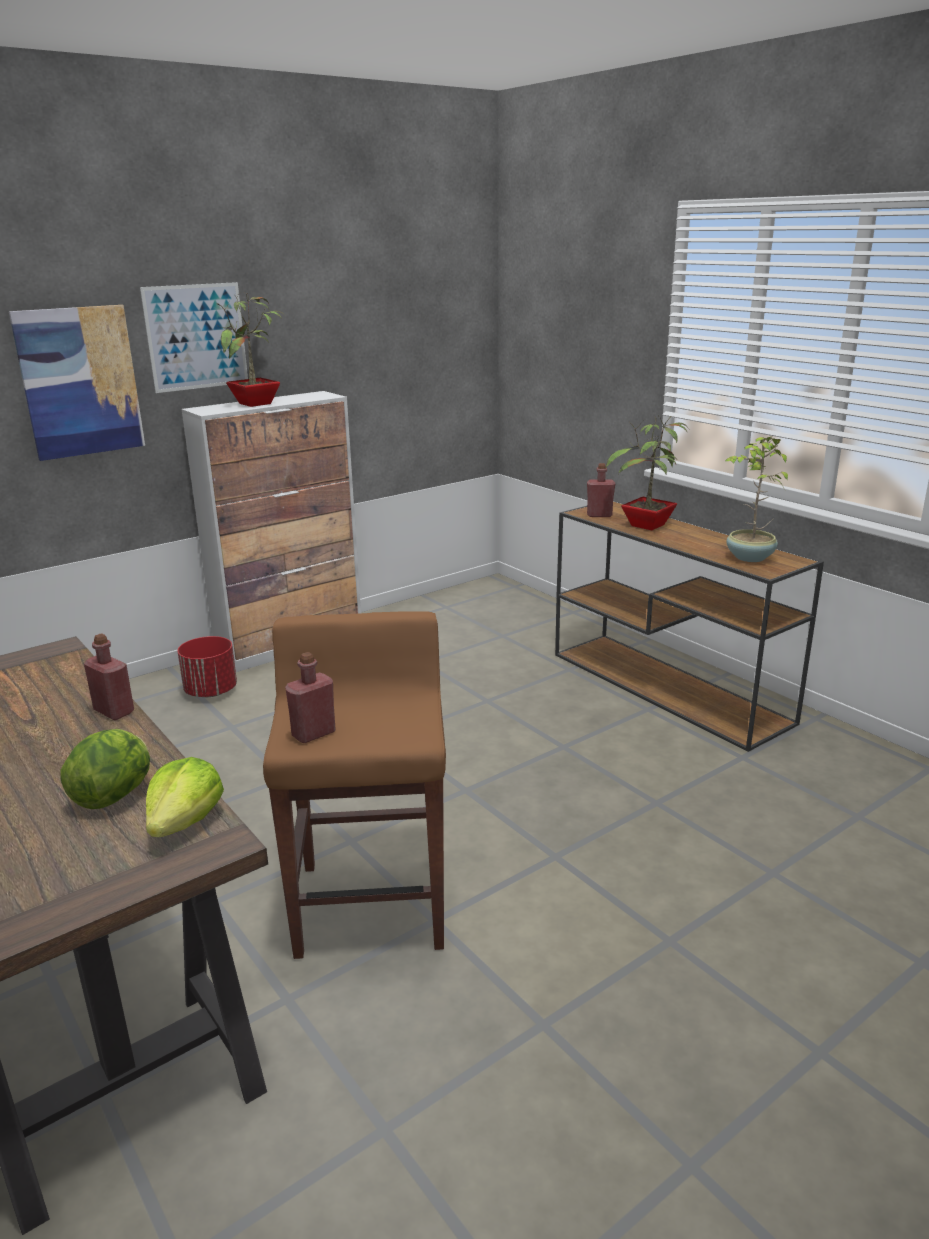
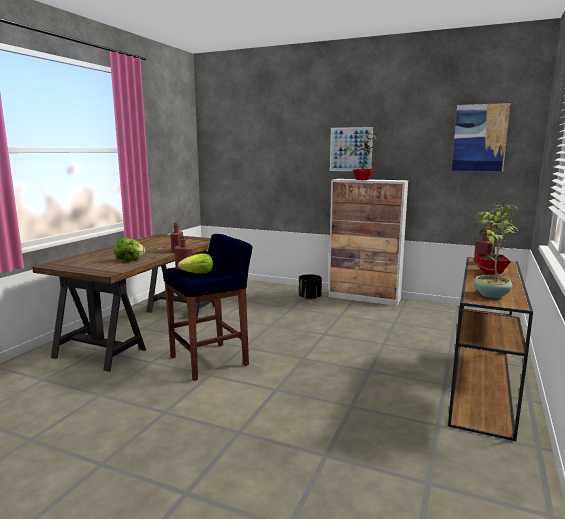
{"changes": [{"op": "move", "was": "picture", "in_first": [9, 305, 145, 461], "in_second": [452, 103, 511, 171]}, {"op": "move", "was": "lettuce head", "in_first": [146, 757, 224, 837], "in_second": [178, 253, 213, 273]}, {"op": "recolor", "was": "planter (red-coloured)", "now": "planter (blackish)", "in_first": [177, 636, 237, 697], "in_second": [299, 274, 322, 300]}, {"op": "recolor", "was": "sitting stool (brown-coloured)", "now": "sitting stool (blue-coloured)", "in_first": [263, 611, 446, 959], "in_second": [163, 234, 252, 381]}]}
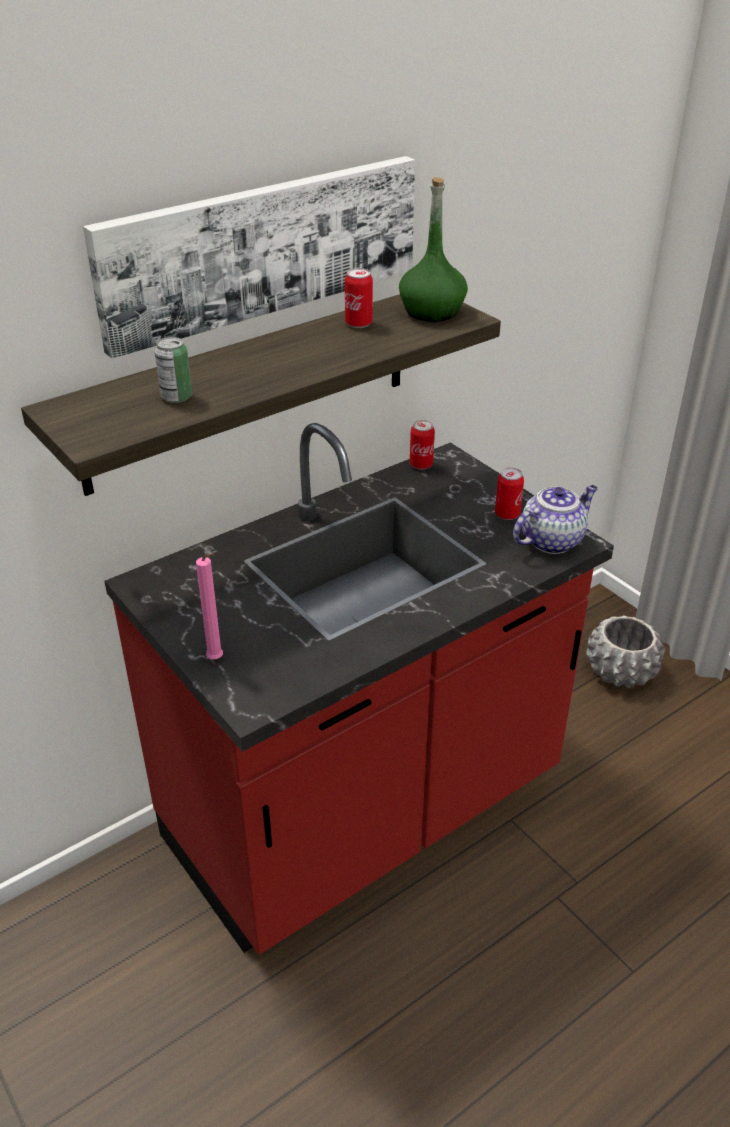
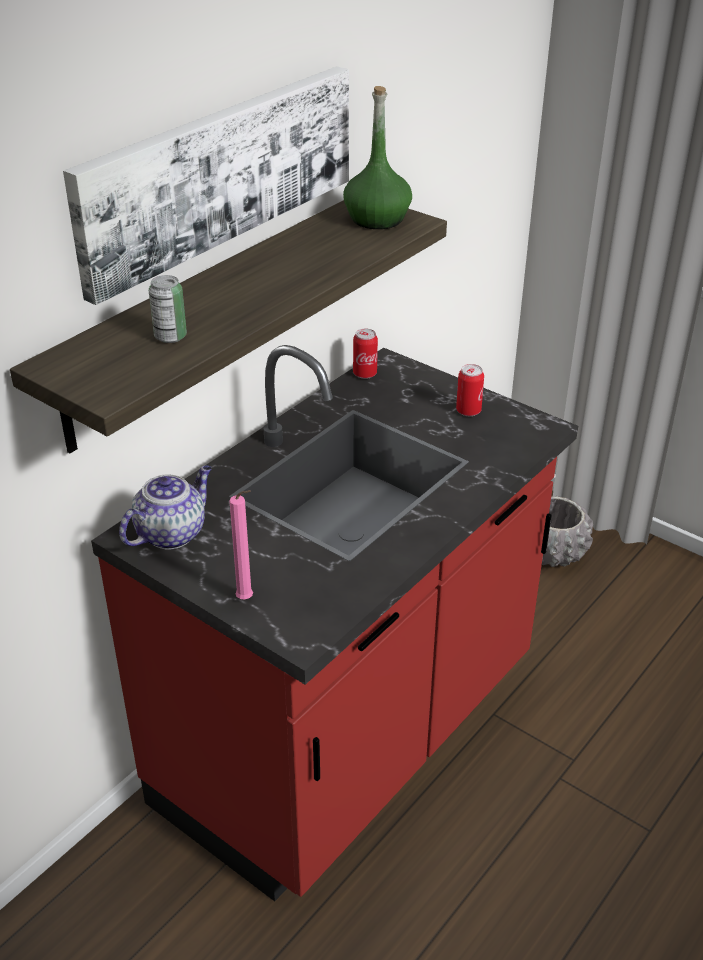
{"changes": [{"op": "delete", "was": "metal can", "in_first": [345, 268, 373, 328]}, {"op": "move", "was": "teapot", "in_first": [513, 485, 598, 554], "in_second": [119, 465, 212, 550]}]}
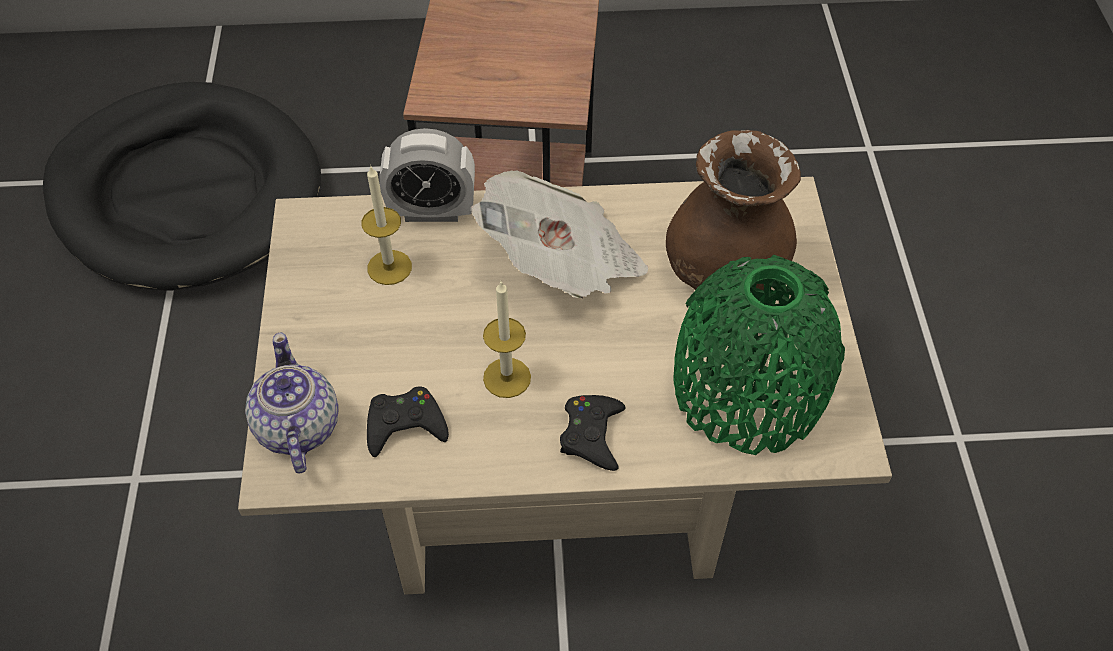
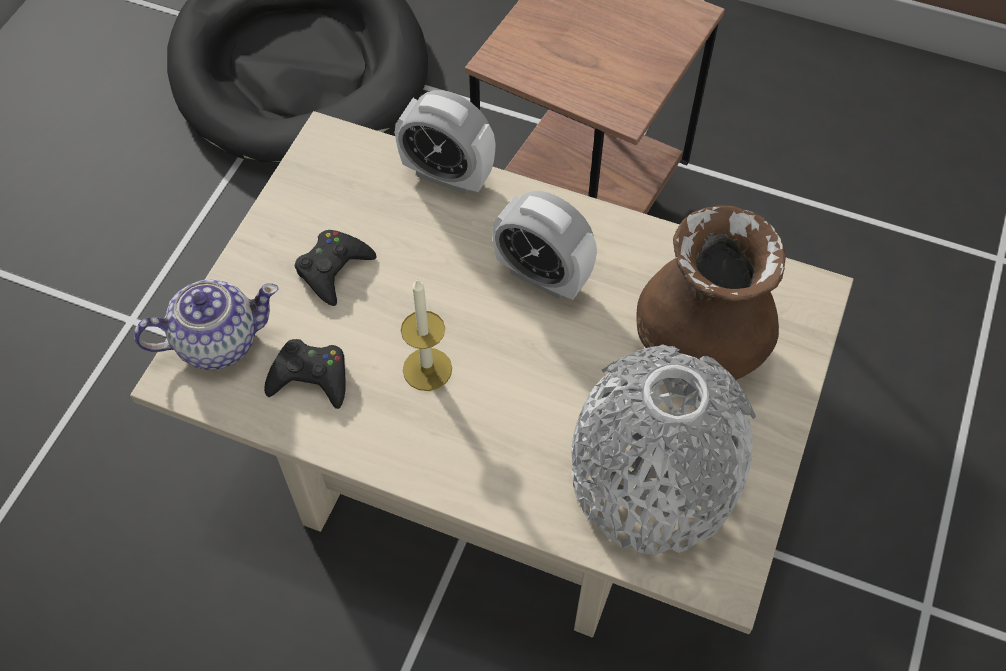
{"changes": [{"op": "delete", "was": "candle", "in_first": [362, 166, 412, 285]}, {"op": "move", "was": "gamepad (blackish)", "in_first": [560, 395, 626, 471], "in_second": [295, 230, 376, 306]}, {"op": "replace", "was": "printed paper", "now": "table clock", "in_first": [471, 170, 648, 299], "in_second": [492, 191, 597, 300]}, {"op": "recolor", "was": "flower vase (greenish)", "now": "flower vase (greyish)", "in_first": [673, 255, 845, 455], "in_second": [571, 344, 756, 555]}, {"op": "rotate", "was": "teapot", "in_first": [245, 332, 339, 474], "in_second": [134, 279, 279, 370], "clockwise": 60}]}
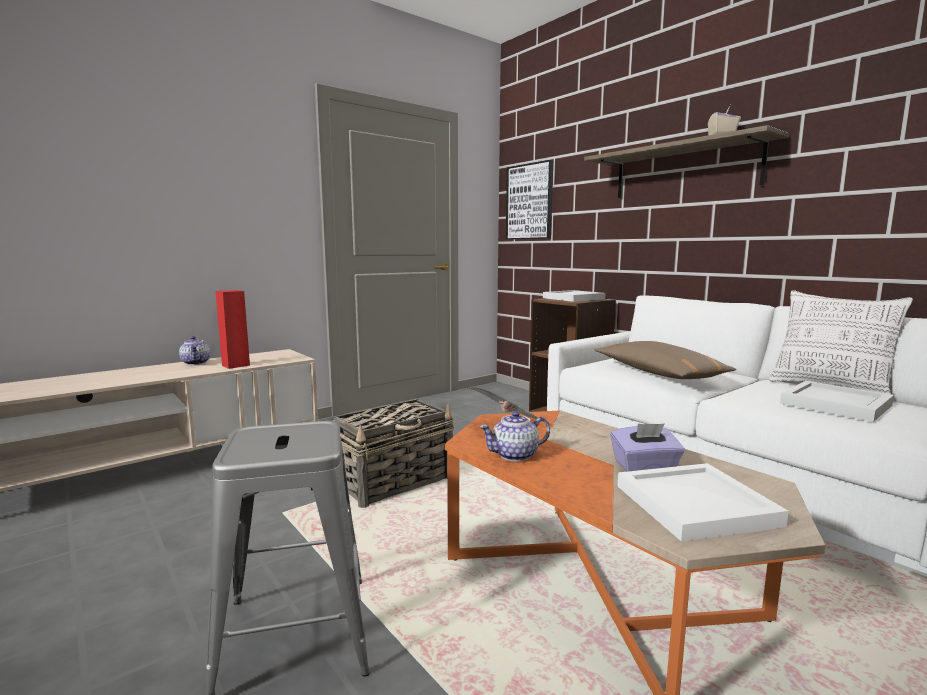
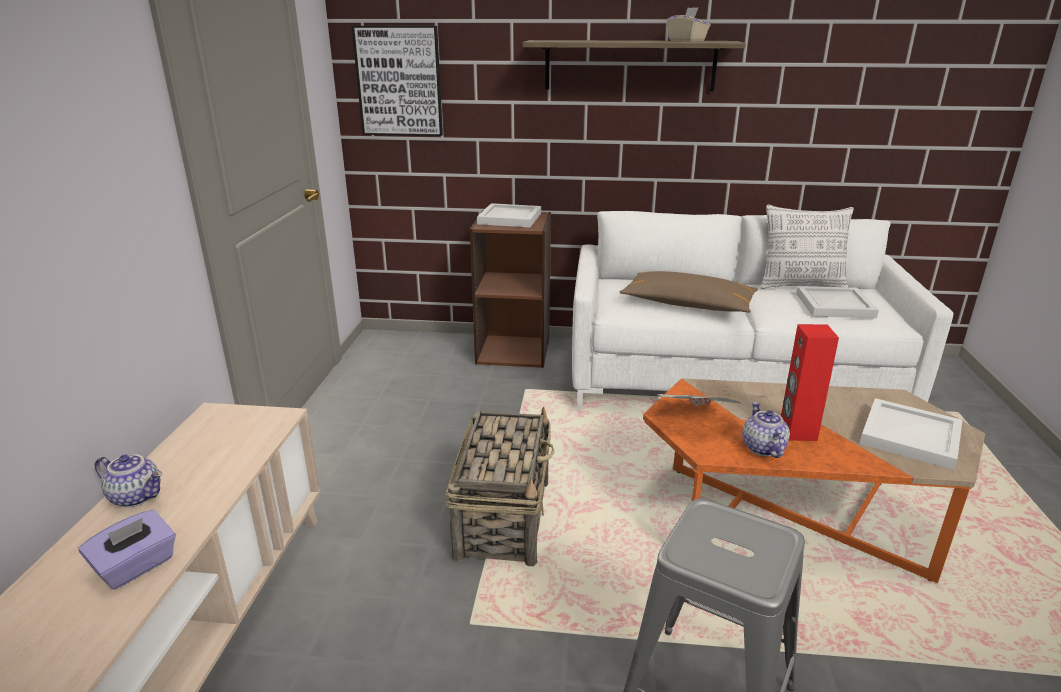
{"changes": [{"op": "move", "was": "audio speaker (red-coloured)", "in_first": [215, 290, 250, 369], "in_second": [781, 324, 839, 441]}, {"op": "move", "was": "box of tissues (purple)", "in_first": [611, 424, 685, 472], "in_second": [78, 510, 176, 590]}, {"op": "rotate", "was": "teapot", "in_first": [479, 411, 550, 462], "in_second": [742, 402, 790, 458], "clockwise": 150}]}
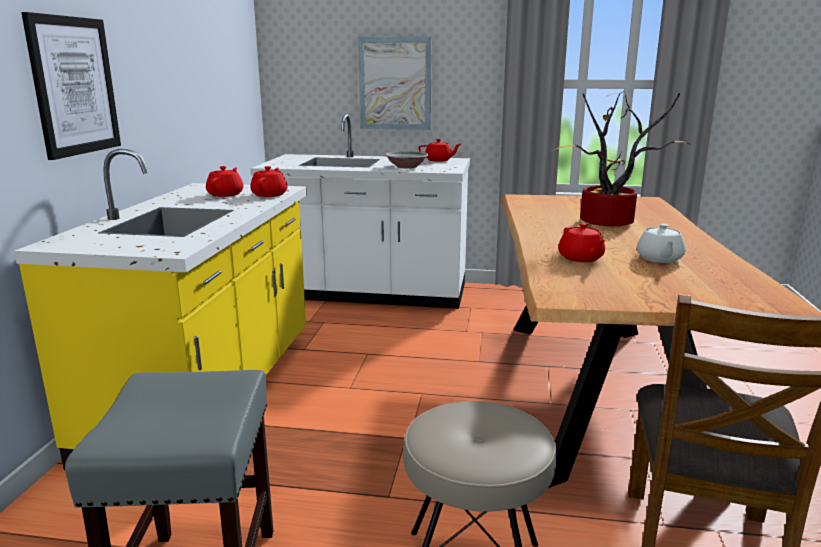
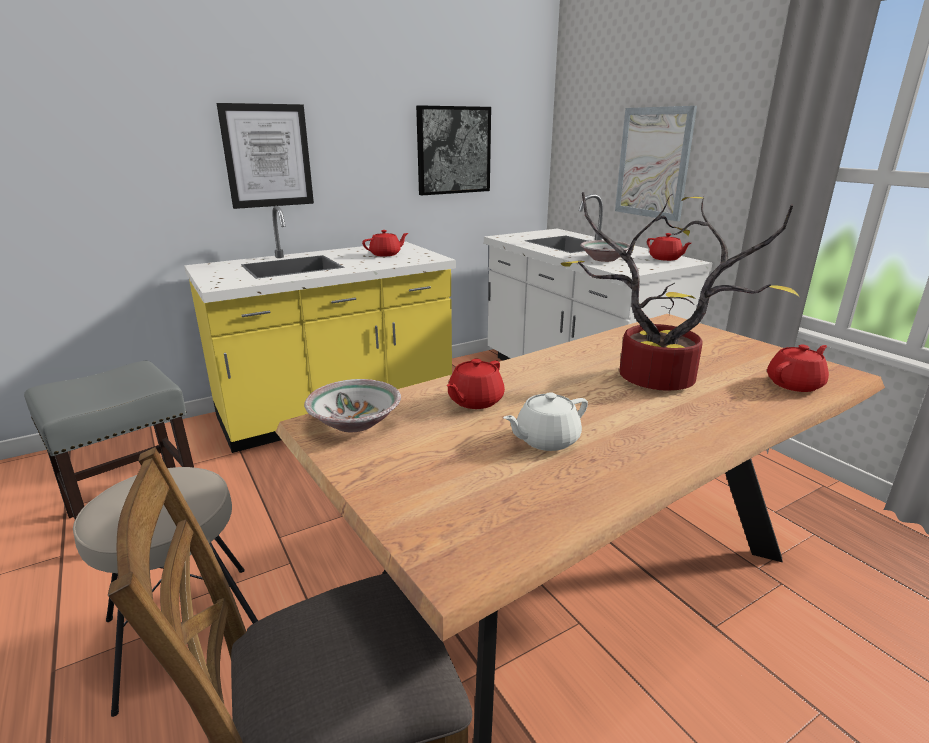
{"changes": [{"op": "insert", "now": "serving bowl", "in_second": [304, 379, 401, 432]}, {"op": "insert", "now": "picture", "in_second": [416, 105, 491, 195]}, {"op": "move", "was": "teapot (red-coloured)", "in_first": [250, 166, 288, 197], "in_second": [767, 345, 829, 392]}]}
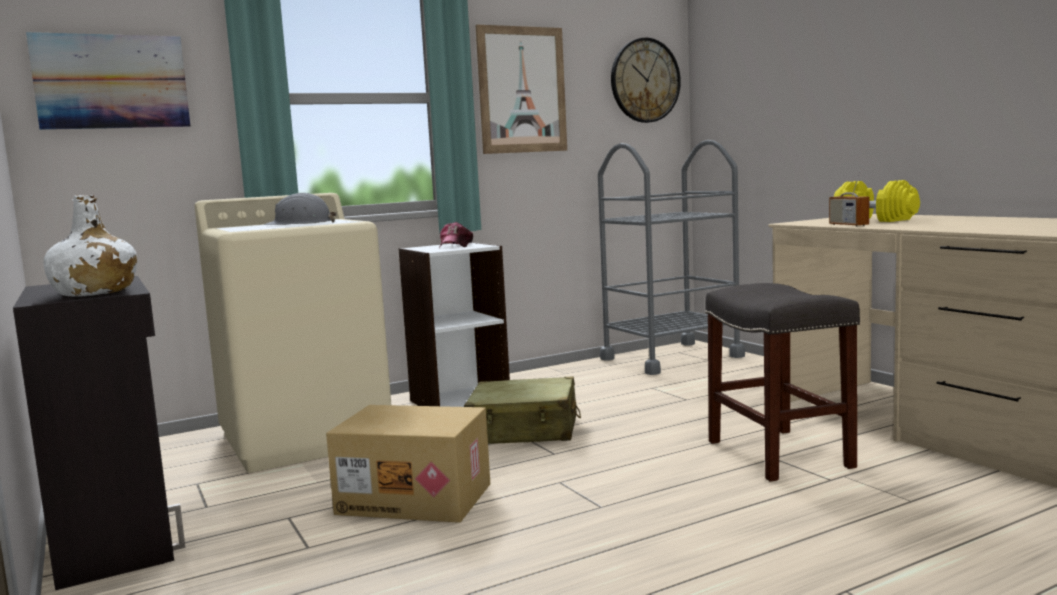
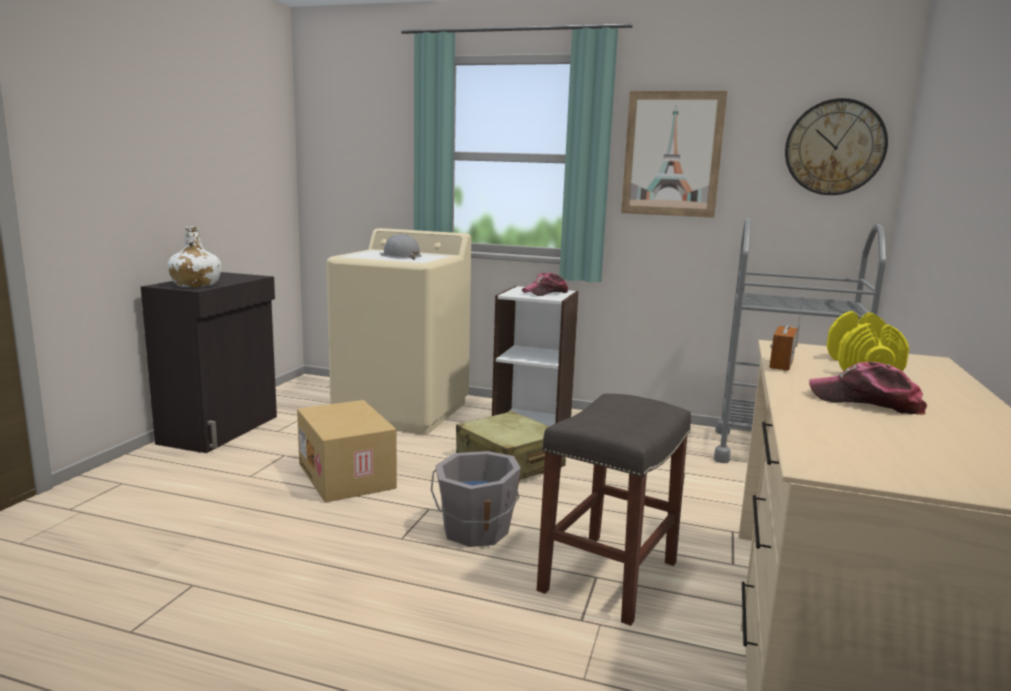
{"changes": [{"op": "delete", "was": "picture", "in_first": [26, 32, 190, 130]}, {"op": "insert", "now": "bucket (greyish)", "in_second": [431, 451, 521, 547]}, {"op": "insert", "now": "baseball cap", "in_second": [809, 362, 927, 415]}]}
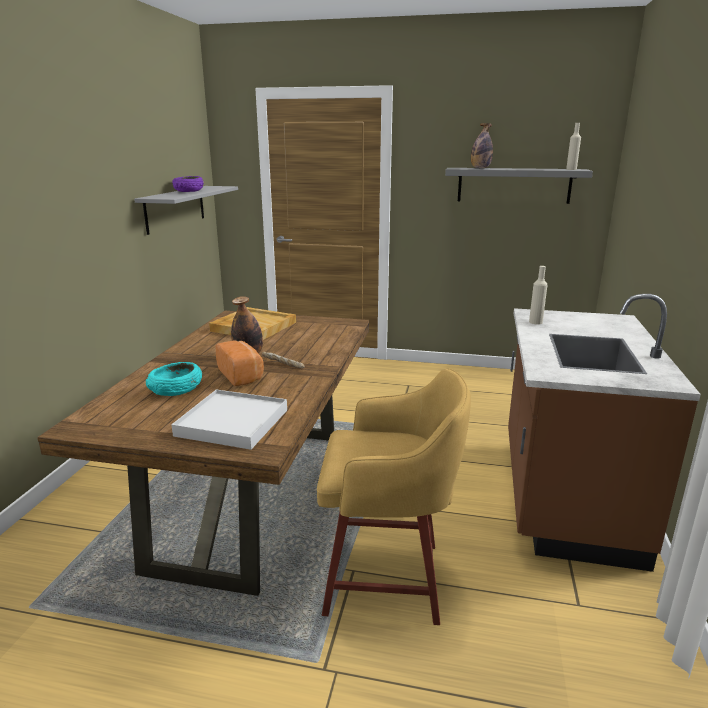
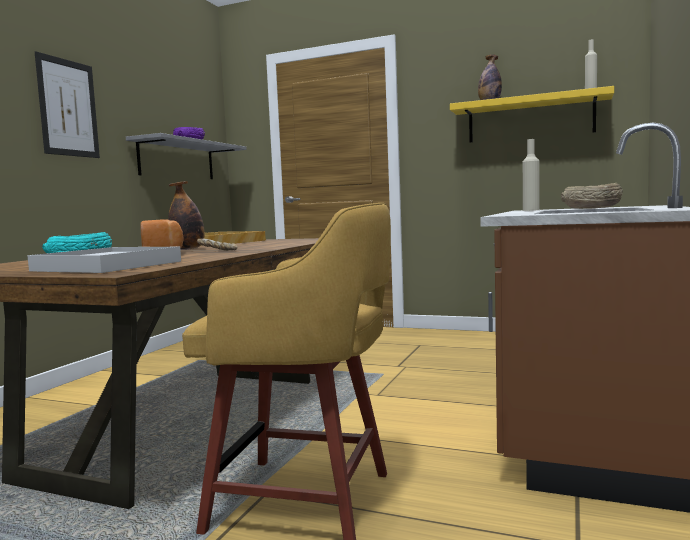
{"changes": [{"op": "insert", "now": "picture", "in_second": [35, 51, 100, 158]}, {"op": "insert", "now": "serving bowl (beige-coloured)", "in_second": [561, 183, 623, 209]}, {"op": "recolor", "was": "bracket shelf (greyish)", "now": "bracket shelf (yellow)", "in_first": [445, 168, 593, 204], "in_second": [450, 86, 614, 143]}]}
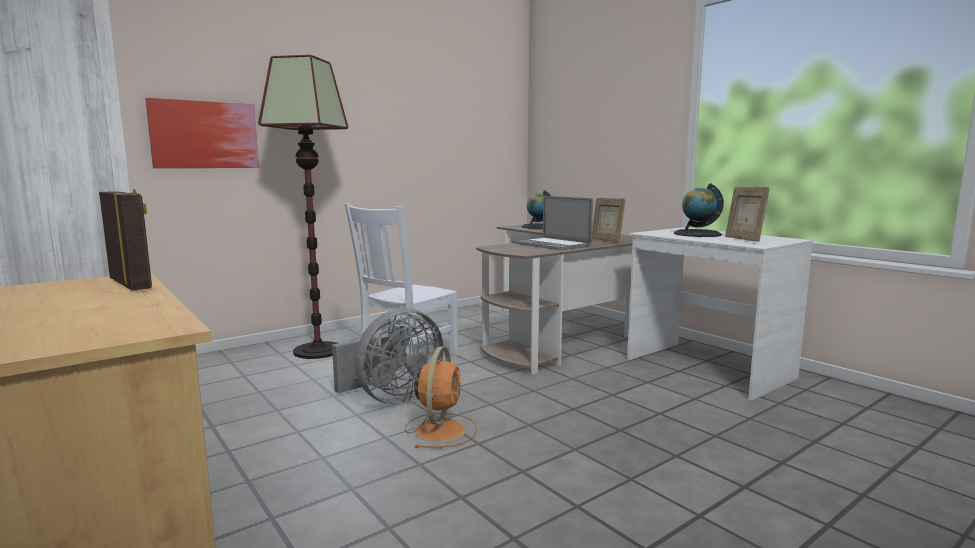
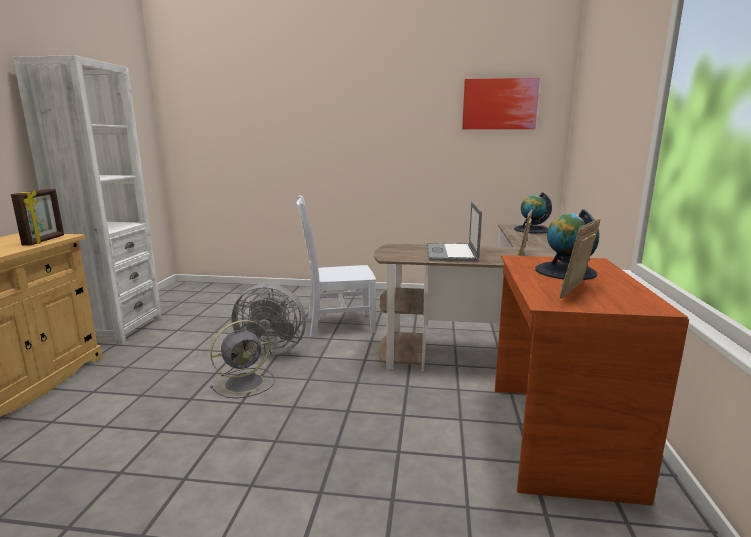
{"changes": [{"op": "delete", "was": "standing lamp", "in_first": [258, 55, 348, 359]}, {"op": "move", "was": "picture", "in_first": [145, 98, 259, 168], "in_second": [462, 78, 540, 129]}, {"op": "recolor", "was": "electric fan (orange)", "now": "electric fan (greyish)", "in_first": [405, 347, 477, 448], "in_second": [210, 320, 275, 398]}, {"op": "recolor", "was": "desk table (whitish)", "now": "desk table (brown-coloured)", "in_first": [627, 228, 813, 401], "in_second": [495, 255, 689, 506]}]}
